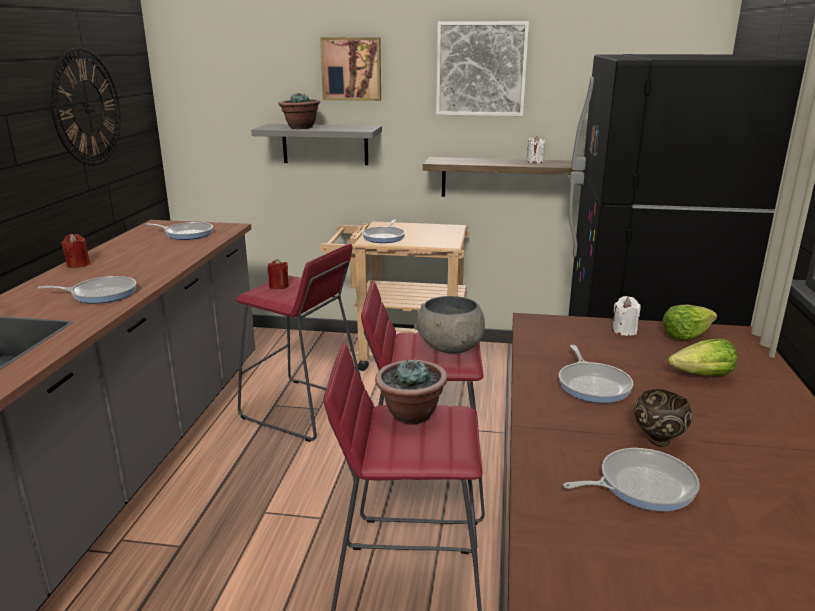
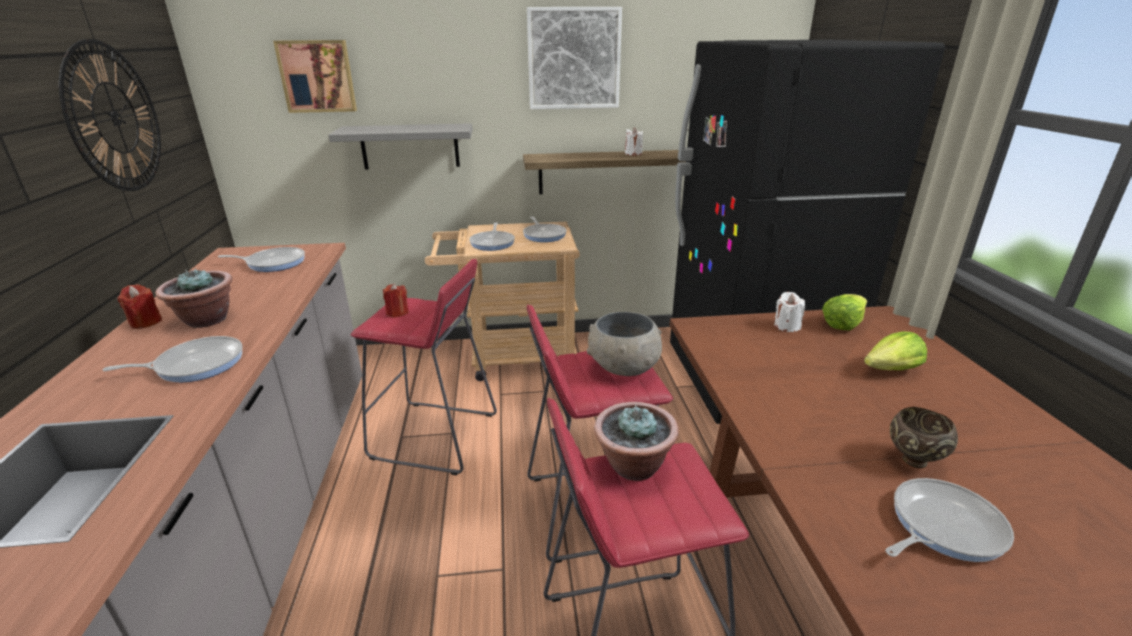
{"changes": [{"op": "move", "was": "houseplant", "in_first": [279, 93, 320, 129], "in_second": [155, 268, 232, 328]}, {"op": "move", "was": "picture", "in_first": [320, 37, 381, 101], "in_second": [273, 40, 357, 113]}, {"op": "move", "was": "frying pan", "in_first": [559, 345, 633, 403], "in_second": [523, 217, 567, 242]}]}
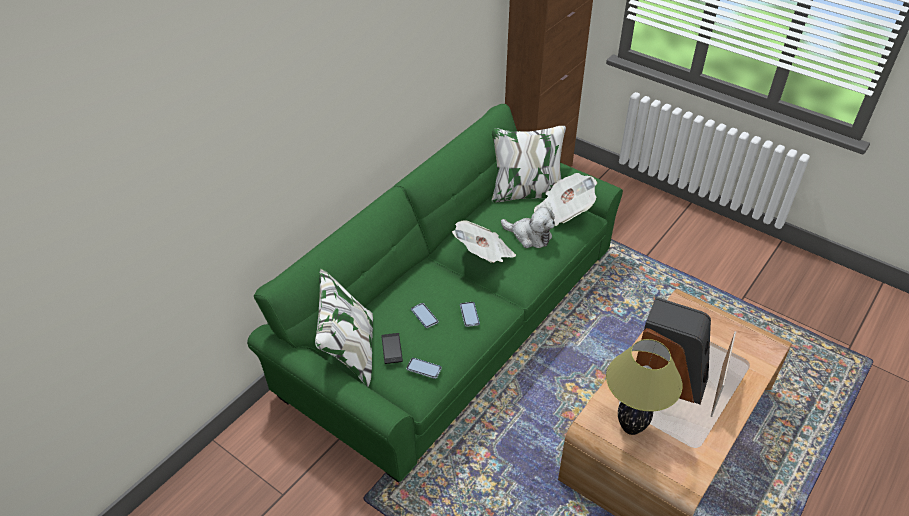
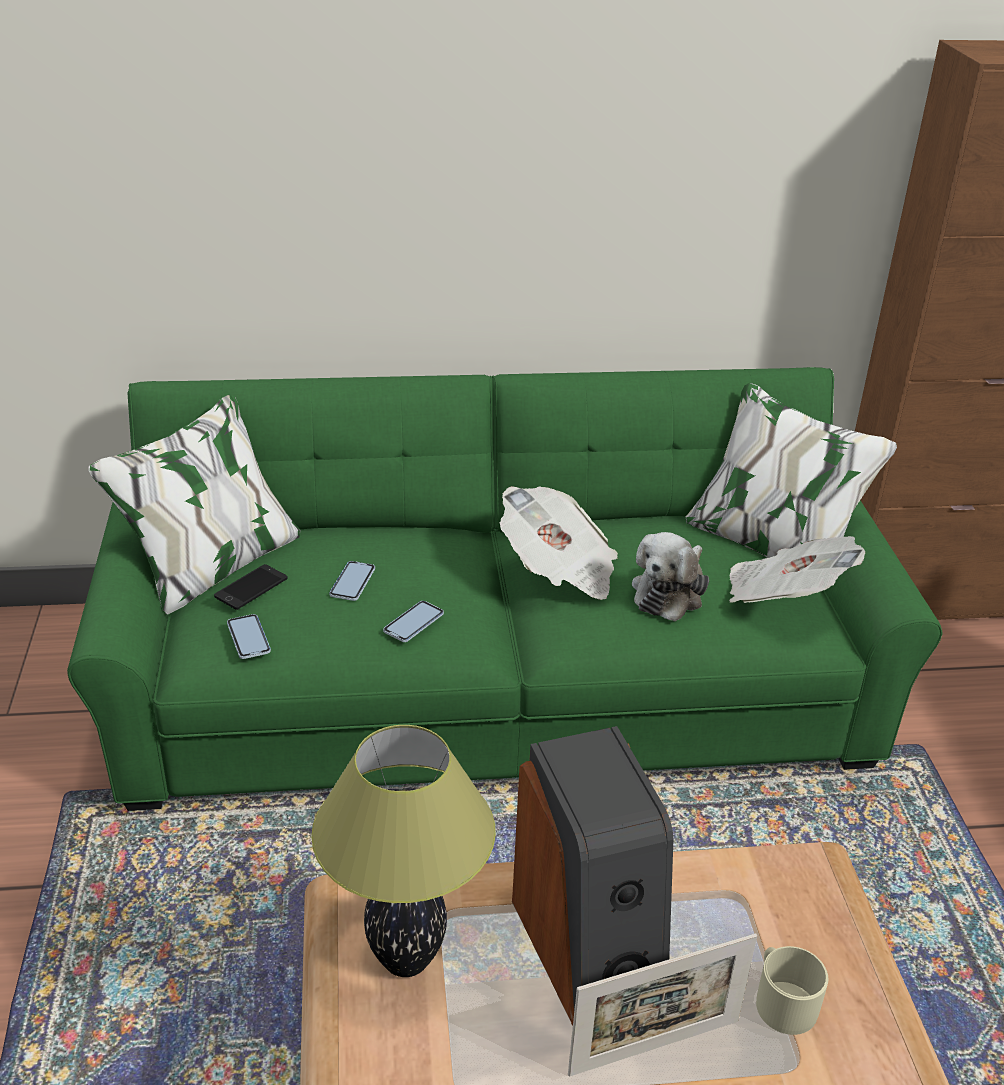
{"changes": [{"op": "insert", "now": "coffee mug (beige-coloured)", "in_second": [756, 946, 828, 1035]}, {"op": "rotate", "was": "cuddly toy", "in_first": [501, 207, 555, 248], "in_second": [632, 532, 709, 622], "clockwise": 45}]}
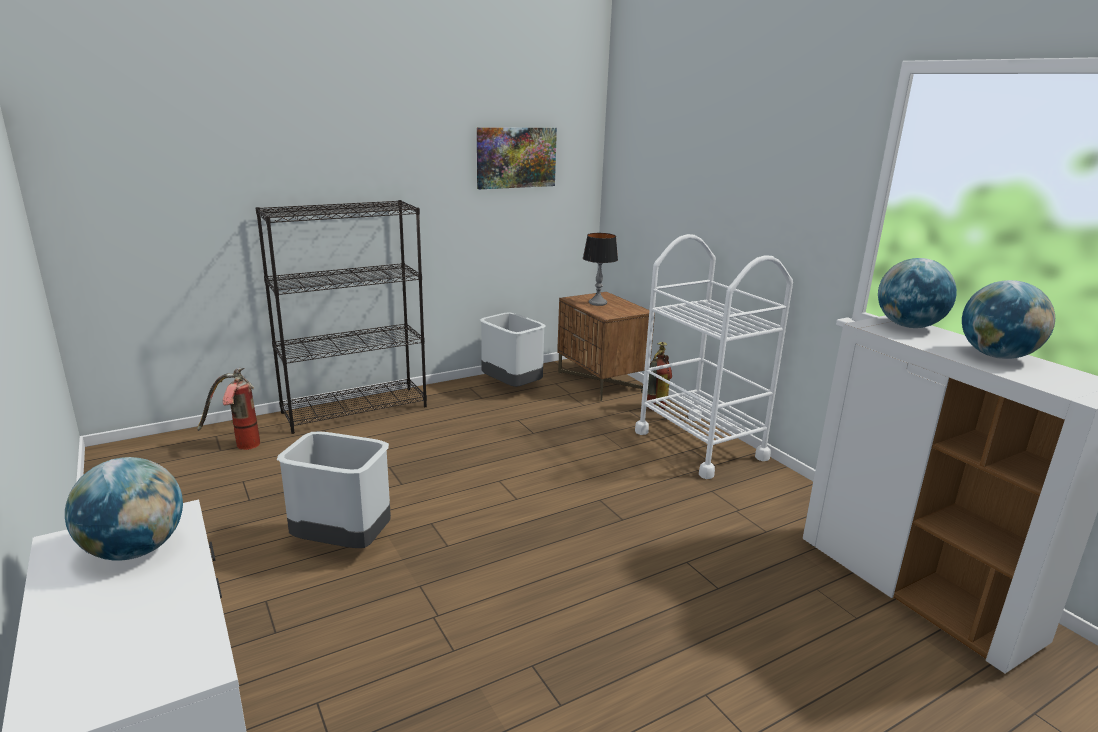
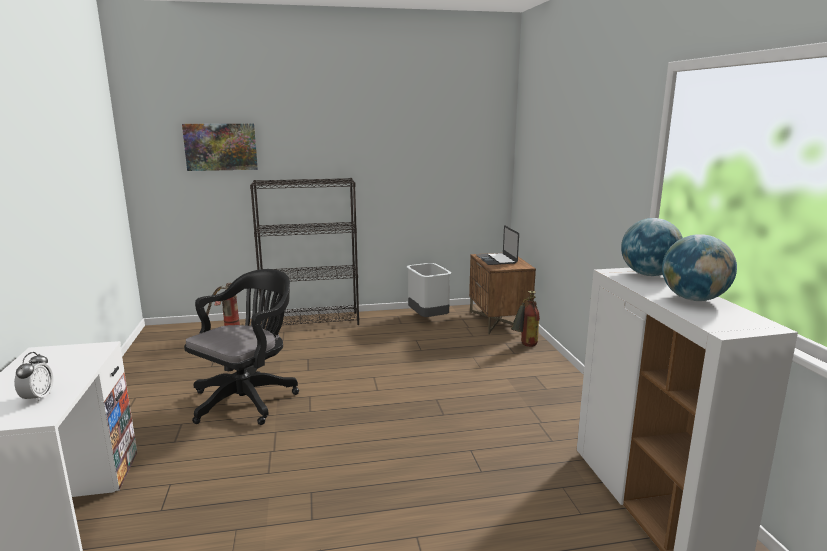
{"changes": [{"op": "delete", "was": "desk globe", "in_first": [65, 457, 183, 561]}, {"op": "delete", "was": "cart (whitish)", "in_first": [635, 234, 793, 479]}, {"op": "insert", "now": "table clock", "in_second": [14, 352, 54, 403]}, {"op": "move", "was": "picture", "in_first": [477, 127, 557, 189], "in_second": [182, 123, 258, 171]}, {"op": "replace", "was": "trash can (greyish)", "now": "desk chair (blackish)", "in_first": [277, 431, 391, 548], "in_second": [184, 269, 299, 425]}, {"op": "replace", "was": "table lamp", "now": "portable computer", "in_first": [583, 233, 618, 306], "in_second": [476, 225, 519, 265]}]}
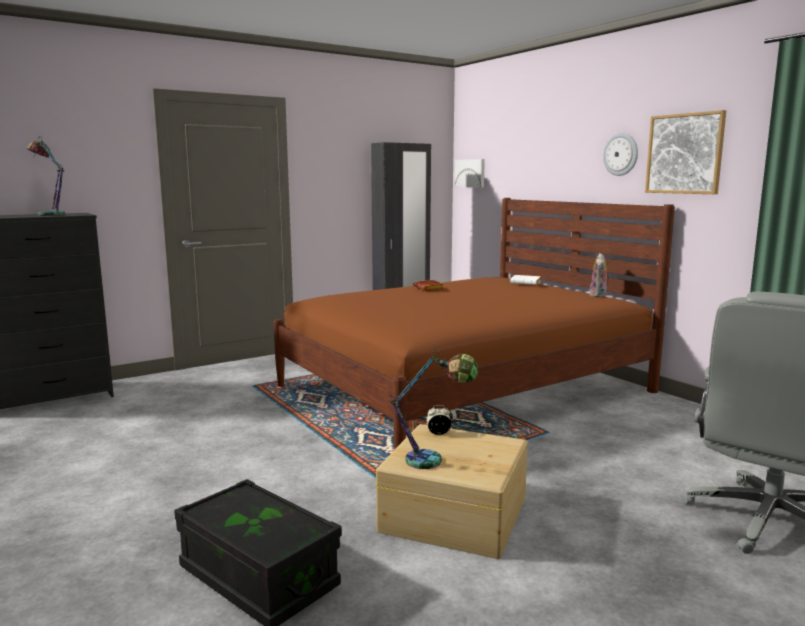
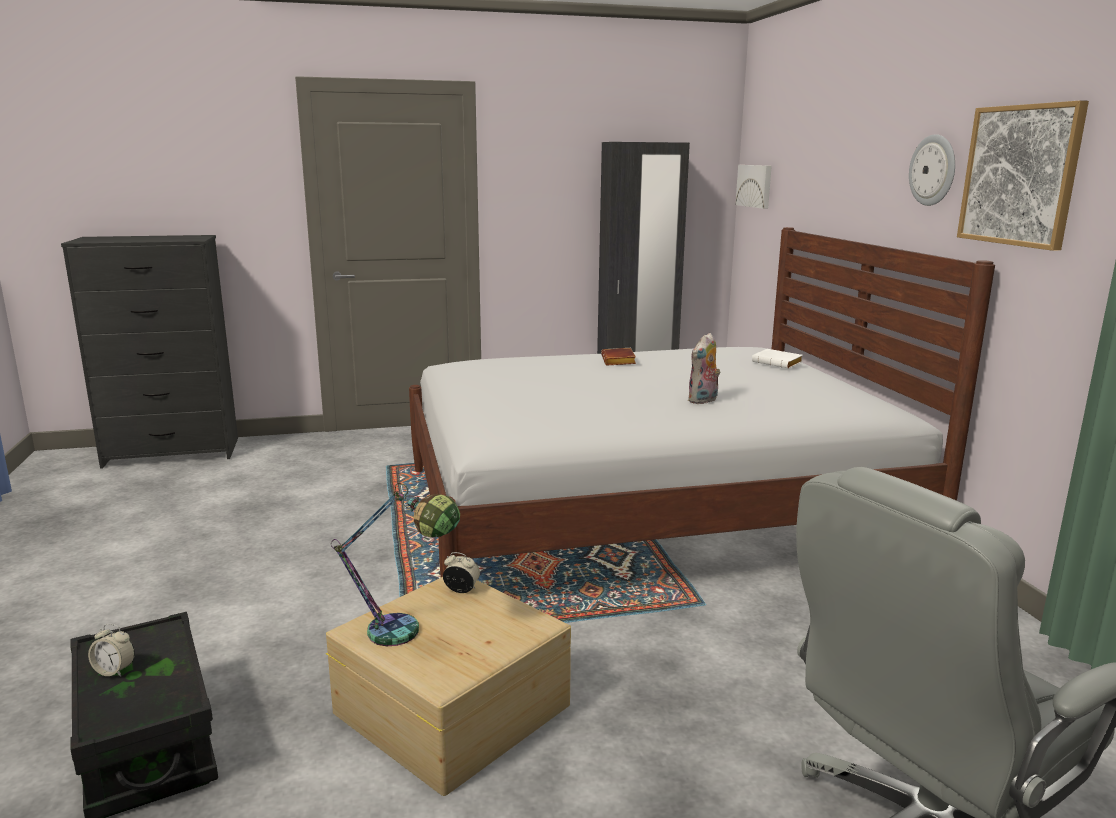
{"changes": [{"op": "delete", "was": "table lamp", "in_first": [27, 136, 65, 216]}, {"op": "insert", "now": "table clock", "in_second": [88, 624, 135, 677]}, {"op": "move", "was": "cuddly toy", "in_first": [590, 254, 610, 297], "in_second": [688, 333, 720, 404]}, {"op": "recolor", "was": "bedroom bed (brown-coloured)", "now": "bedroom bed (whitish)", "in_first": [274, 198, 675, 449], "in_second": [409, 227, 995, 577]}]}
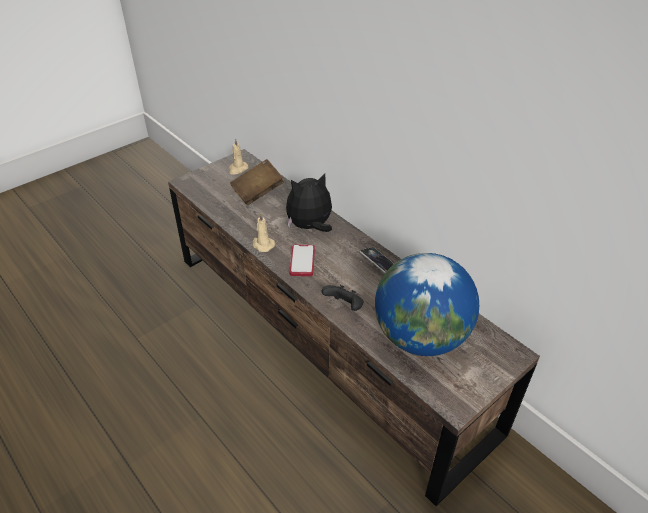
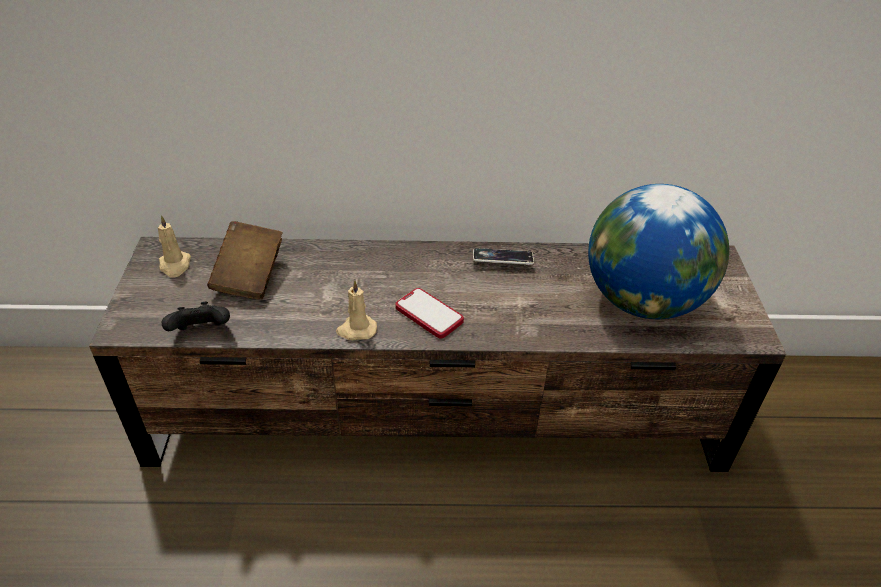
{"changes": [{"op": "delete", "was": "cuddly toy", "in_first": [286, 173, 332, 232]}, {"op": "move", "was": "gamepad (blackish)", "in_first": [322, 285, 364, 311], "in_second": [162, 302, 230, 331]}]}
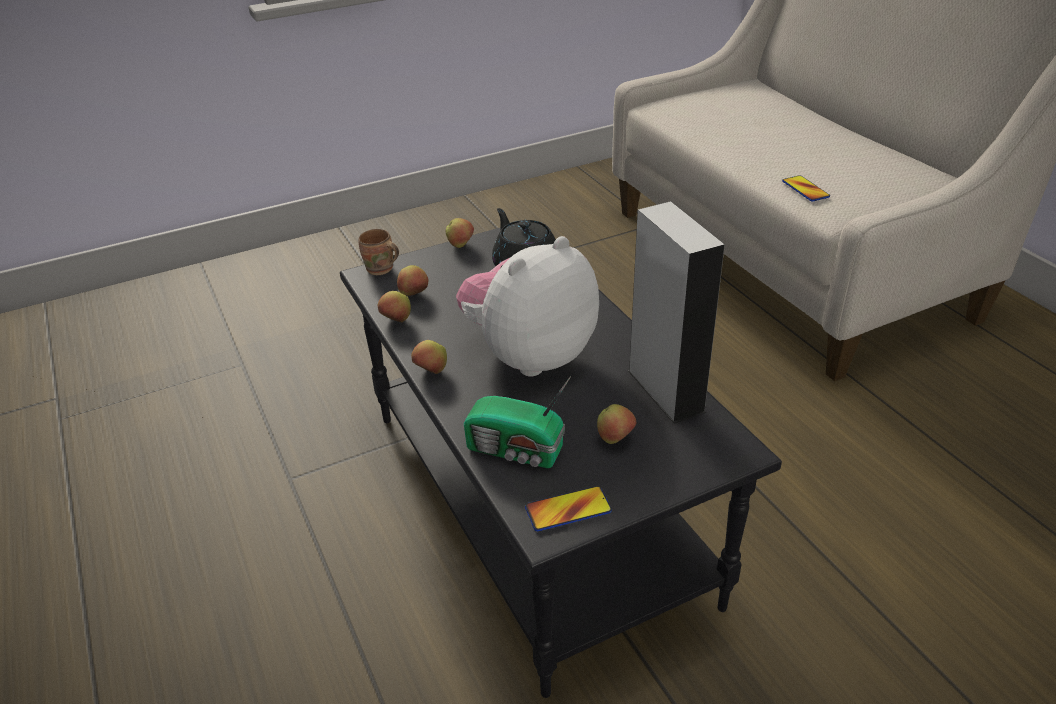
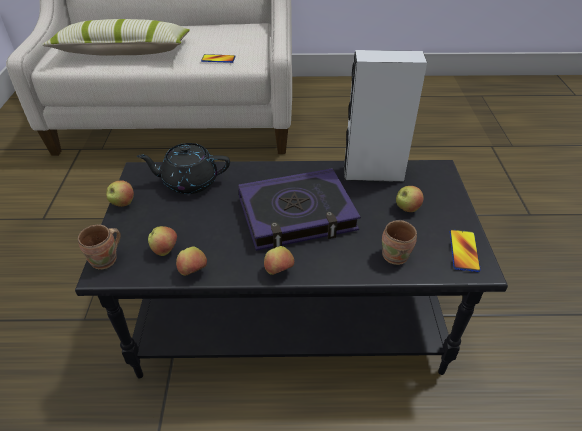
{"changes": [{"op": "insert", "now": "pillow", "in_second": [42, 19, 190, 56]}, {"op": "replace", "was": "cuddly toy", "now": "volume", "in_first": [456, 236, 599, 376], "in_second": [238, 168, 361, 251]}, {"op": "replace", "was": "radio", "now": "coffee mug (brown-coloured)", "in_first": [464, 376, 571, 468], "in_second": [382, 220, 417, 265]}]}
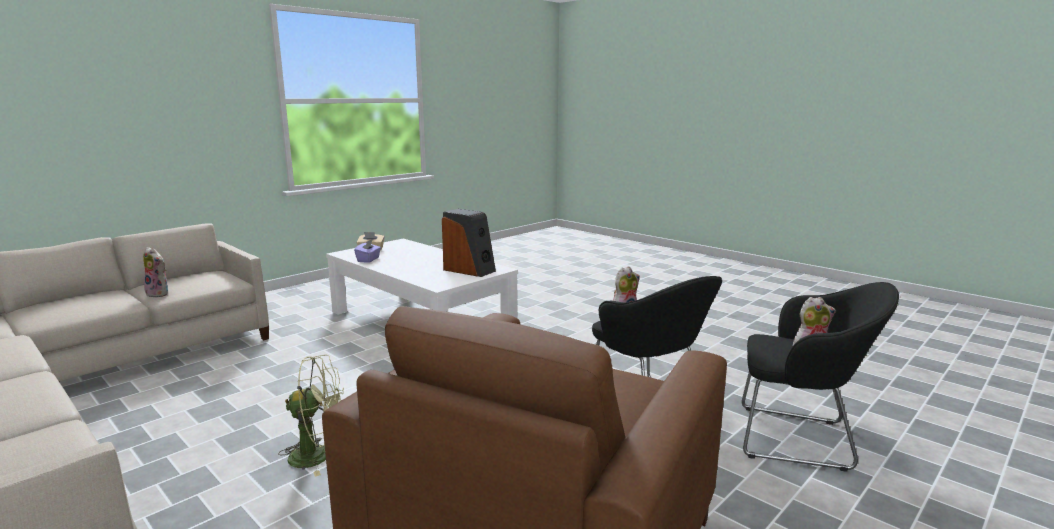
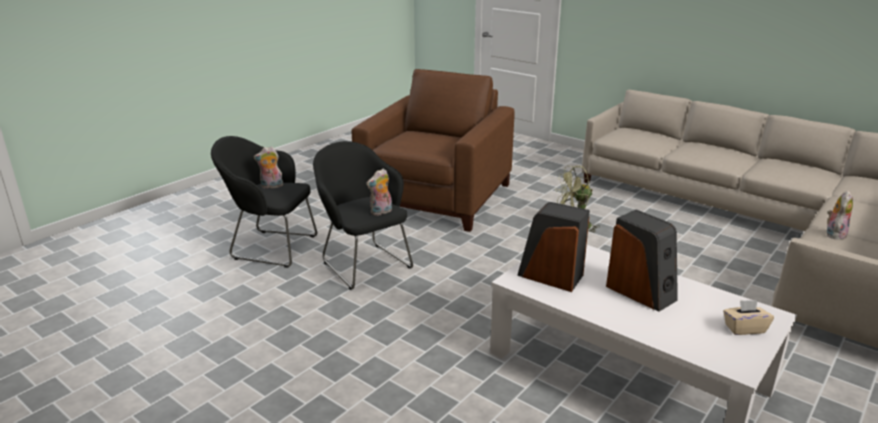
{"changes": [{"op": "delete", "was": "box of tissues (purple)", "in_first": [354, 239, 381, 263]}, {"op": "insert", "now": "audio speaker", "in_second": [606, 209, 678, 312]}, {"op": "rotate", "was": "cuddly toy", "in_first": [143, 247, 168, 298], "in_second": [827, 190, 853, 240], "clockwise": 105}]}
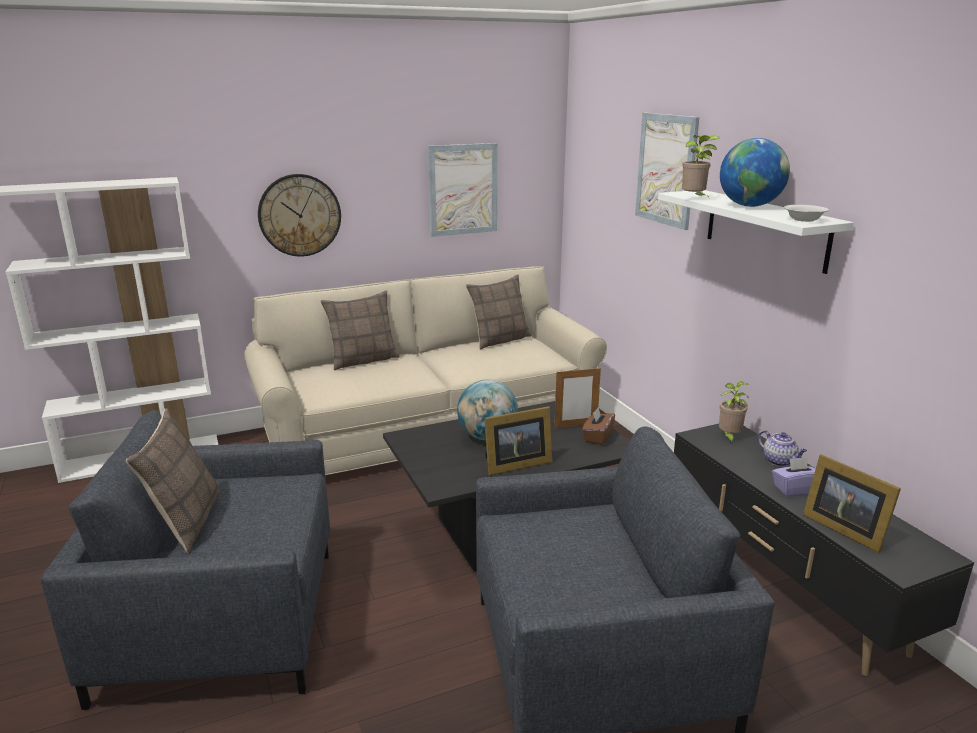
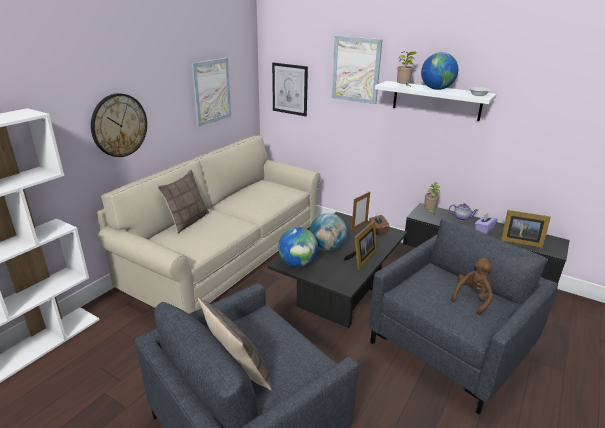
{"changes": [{"op": "delete", "was": "pillow", "in_first": [466, 274, 532, 350]}, {"op": "insert", "now": "picture", "in_second": [272, 63, 308, 116]}, {"op": "insert", "now": "desk globe", "in_second": [278, 227, 318, 267]}, {"op": "insert", "now": "cuddly toy (brown-coloured)", "in_second": [451, 258, 493, 315]}]}
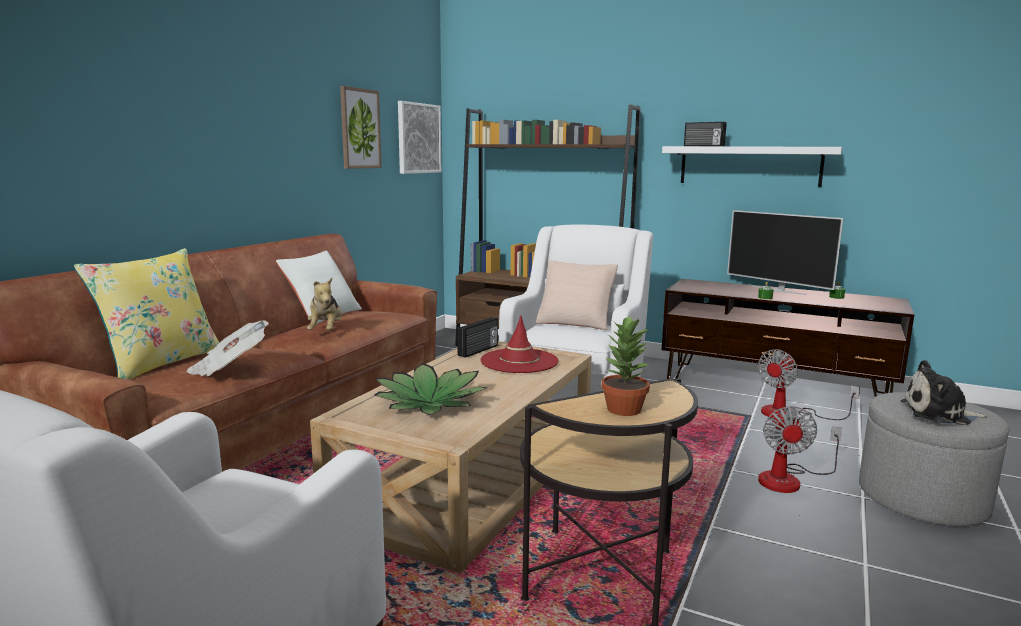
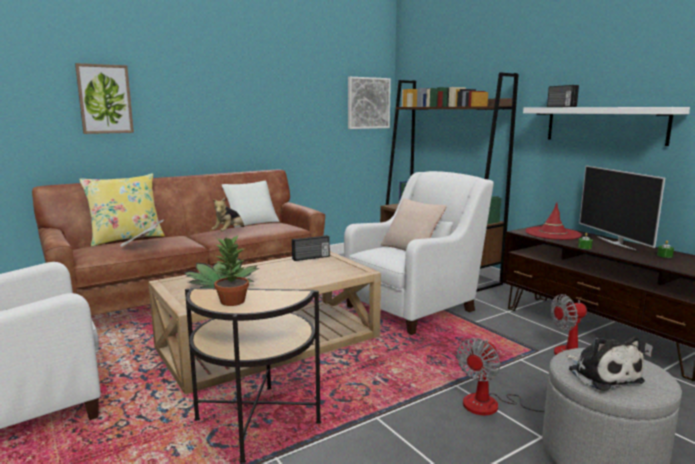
{"changes": [{"op": "move", "was": "picture", "in_first": [340, 86, 382, 169], "in_second": [75, 63, 134, 134]}, {"op": "move", "was": "clothing hat (red-coloured)", "in_first": [480, 315, 559, 373], "in_second": [525, 202, 582, 240]}, {"op": "rotate", "was": "cuddly toy", "in_first": [901, 360, 987, 425], "in_second": [566, 336, 645, 391], "clockwise": -150}]}
